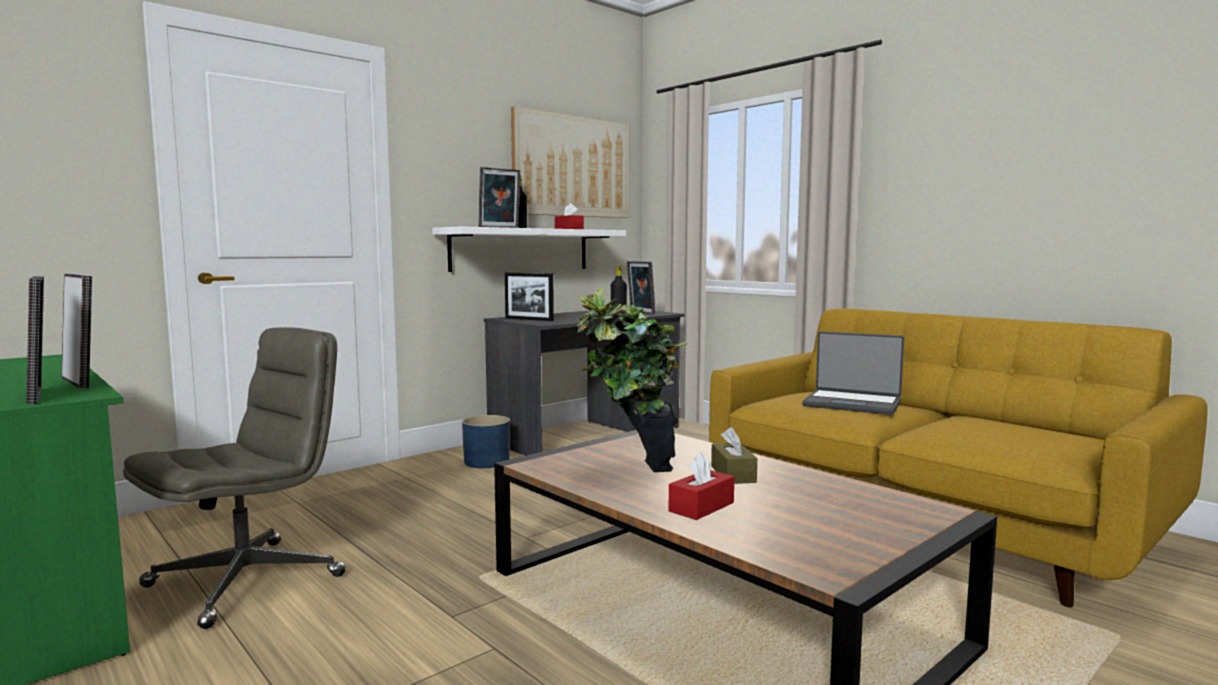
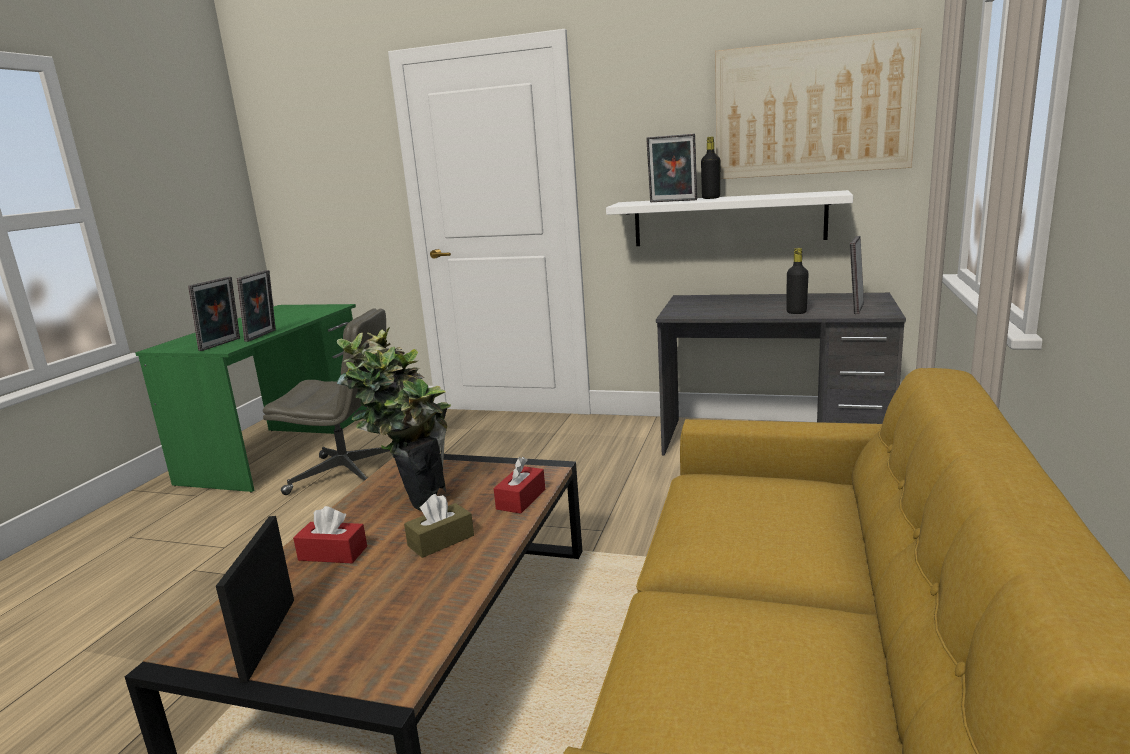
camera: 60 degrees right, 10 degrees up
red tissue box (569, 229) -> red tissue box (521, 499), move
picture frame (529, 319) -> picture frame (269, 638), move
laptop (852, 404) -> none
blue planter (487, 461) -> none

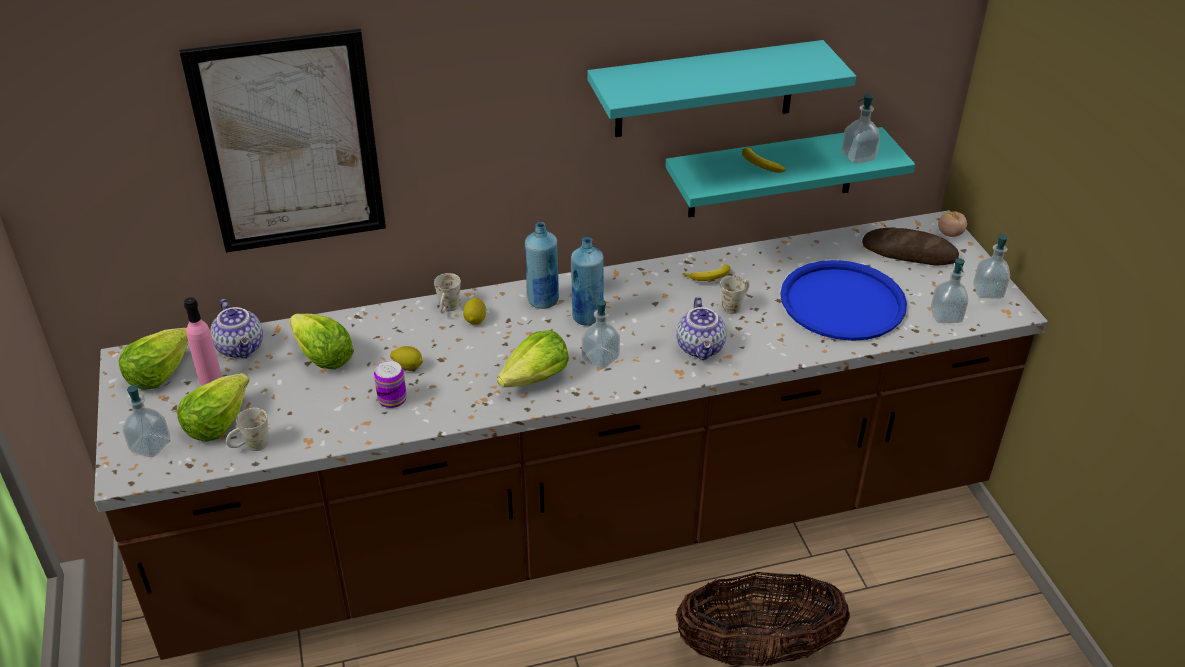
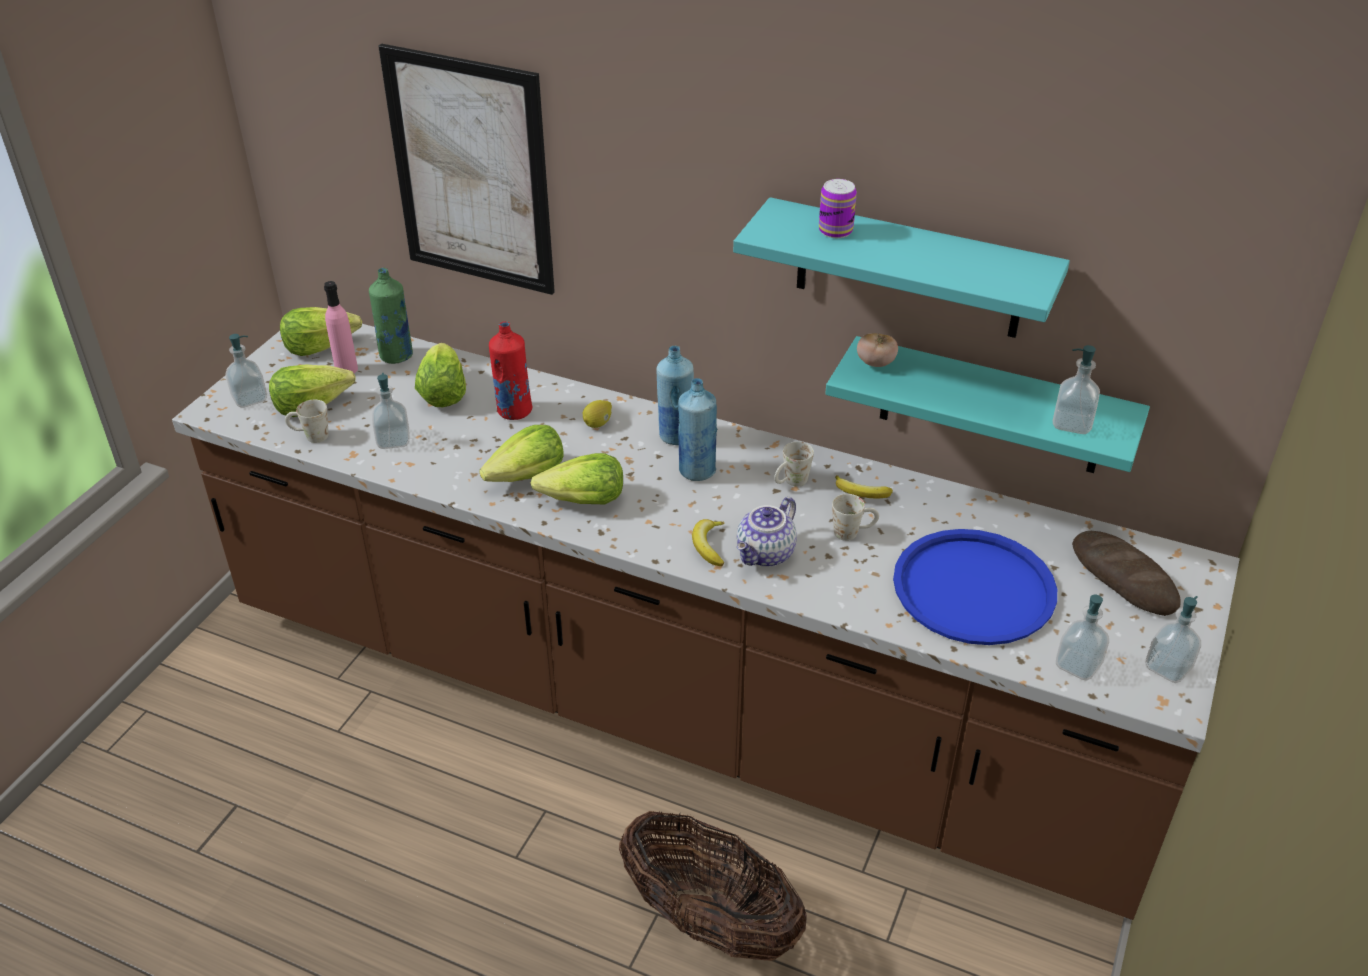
camera: 40 degrees right, 0 degrees up
banana (759, 165) -> banana (708, 546), move
tomato (950, 234) -> tomato (875, 363), move
white mug (448, 309) -> white mug (791, 483), move
teapot (241, 347) -> green bottle (396, 355)
soap dispenser (600, 358) -> soap dispenser (393, 440), move
lemon (408, 367) -> none
can (392, 399) -> can (835, 231), move
none -> red bottle (514, 411)
none -> lettuce (527, 476)

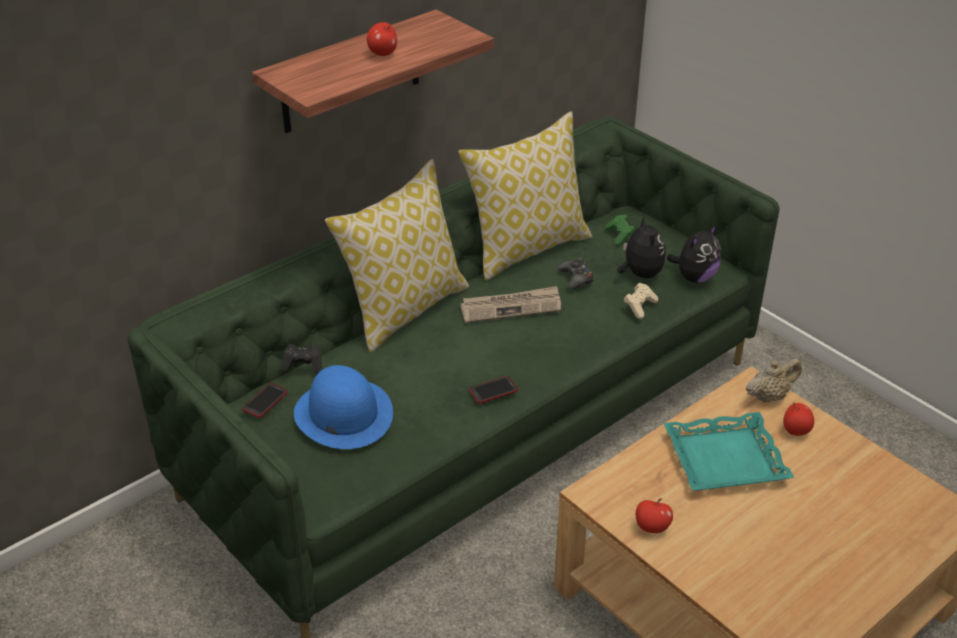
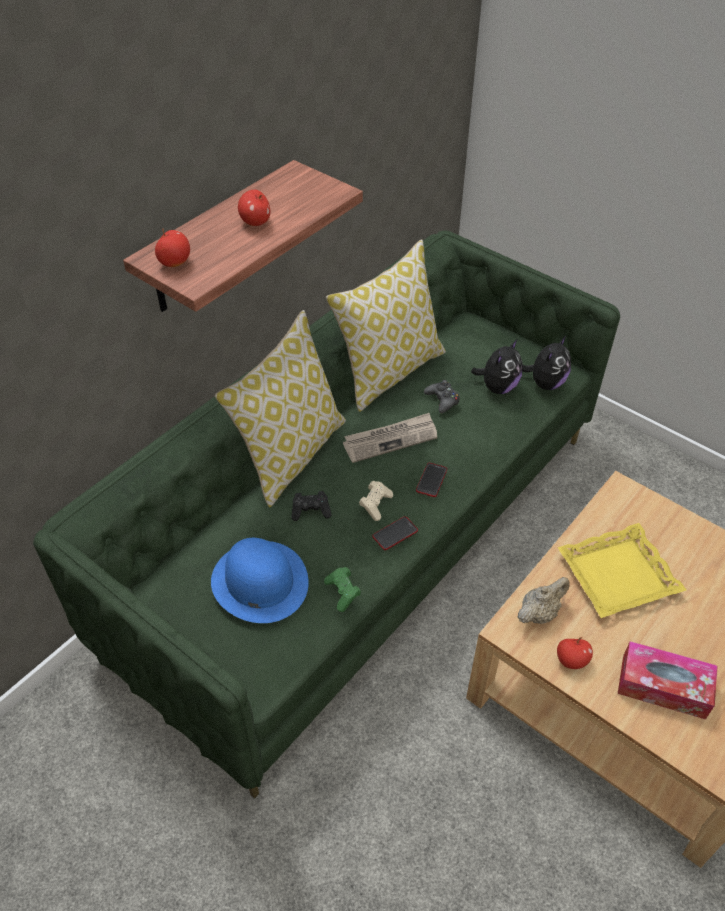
camera: 10 degrees left, 10 degrees up
green game controller (620, 236) -> green game controller (343, 593), move
plush toy (640, 274) -> plush toy (497, 387), 60 degrees clockwise
beige game controller (639, 306) -> beige game controller (375, 505), move
black game controller (303, 366) -> black game controller (311, 511), move
beige teapot (769, 396) -> beige teapot (539, 613), move
phone (265, 401) -> phone (431, 480), move
apple (796, 430) -> apple (175, 263), move
turquoise tray (725, 458) -> yellow tray (617, 574)
none -> tissue box (663, 686)

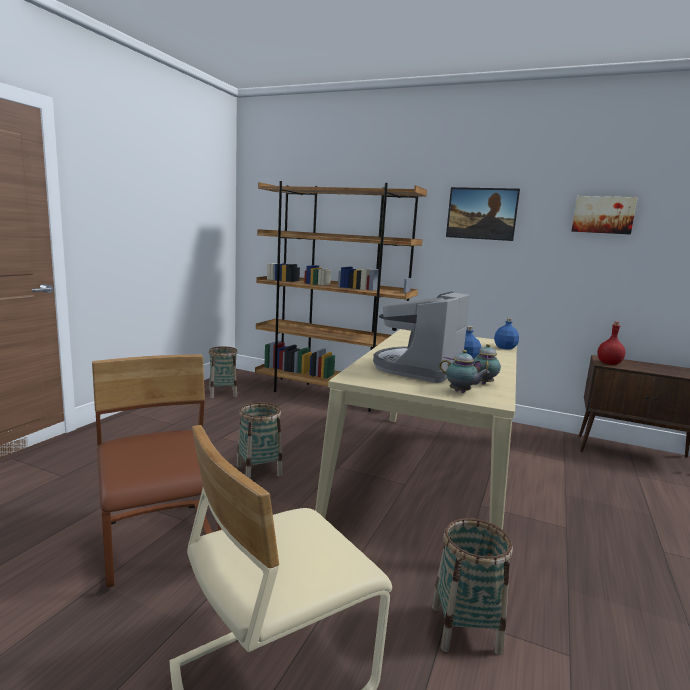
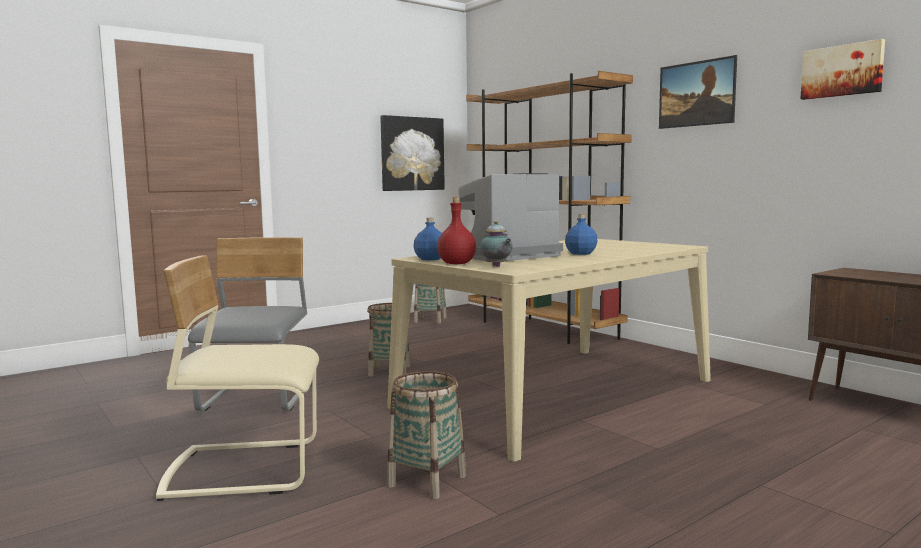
camera: 30 degrees right, 5 degrees down
blue bottle (505, 348) -> blue bottle (430, 259), move
red bottle (609, 363) -> red bottle (457, 264), move
teapot (483, 383) -> none
brown chair (161, 543) -> grey chair (259, 398)
none -> picture (412, 154)

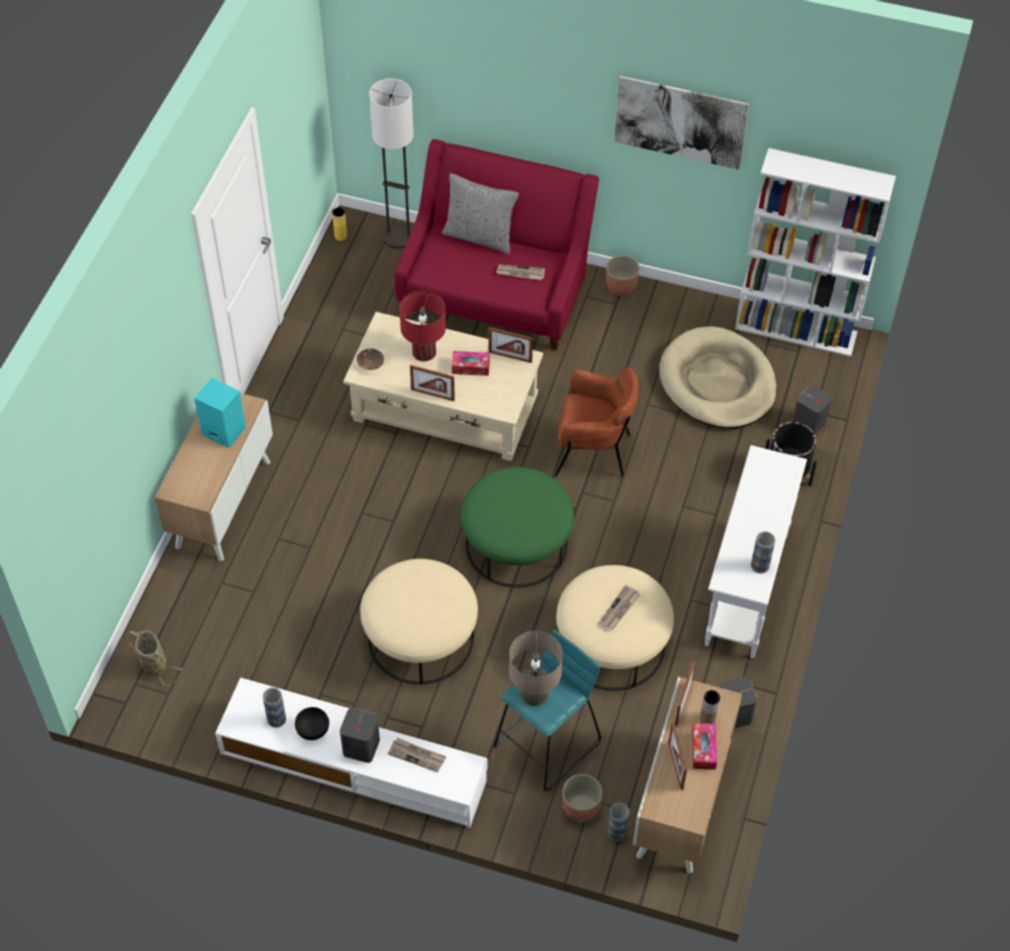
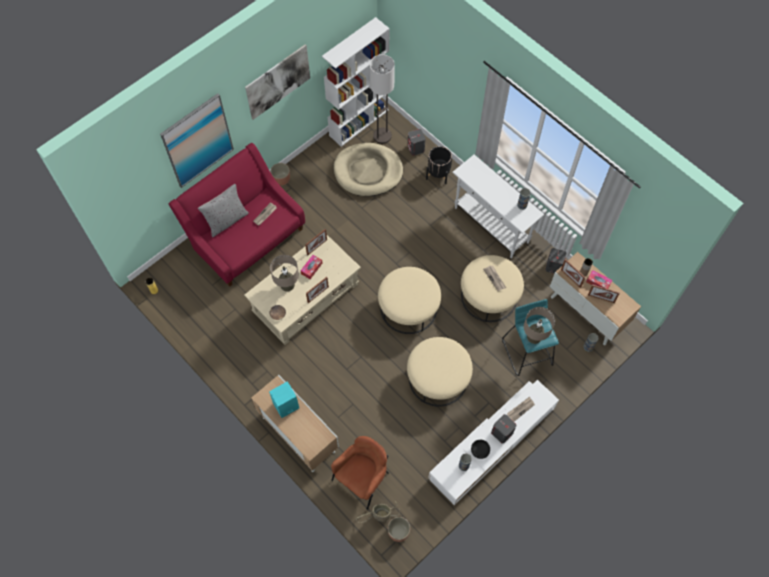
camera: 60 degrees left, 10 degrees up
floor lamp (399, 236) -> floor lamp (382, 135), move
red table lamp (424, 352) -> beige table lamp (287, 285)
brown armchair (593, 451) -> brown armchair (362, 478), move
green ottoman (516, 544) -> beige ottoman (409, 308)
planter (580, 807) -> planter (398, 532), move
none -> picture (198, 141)

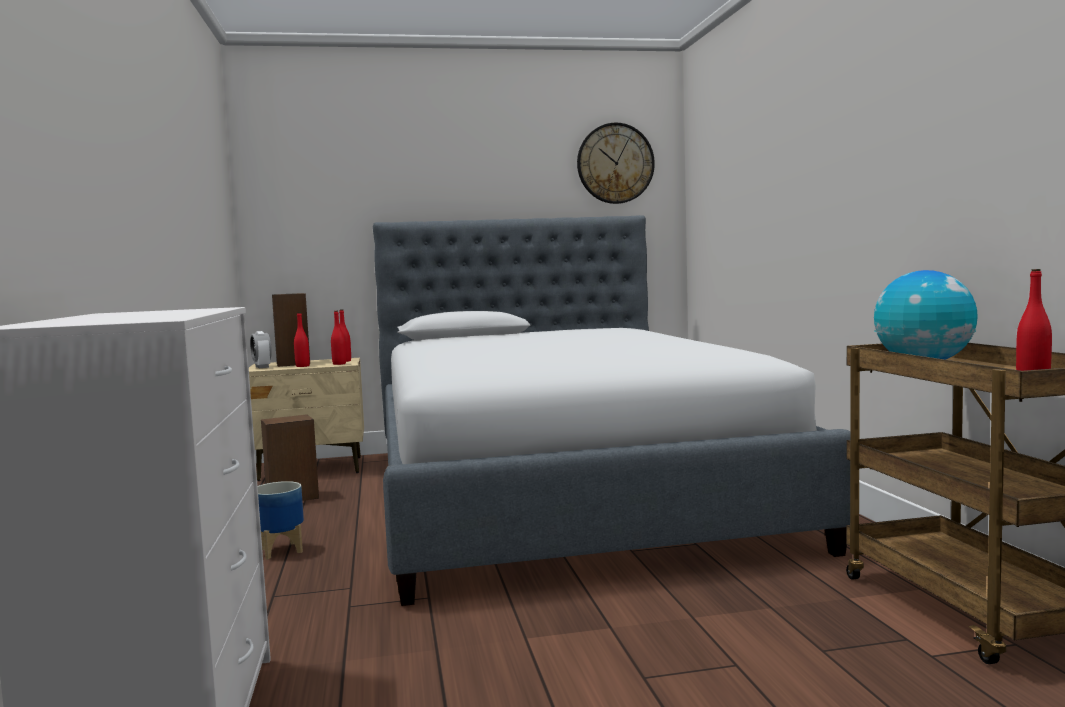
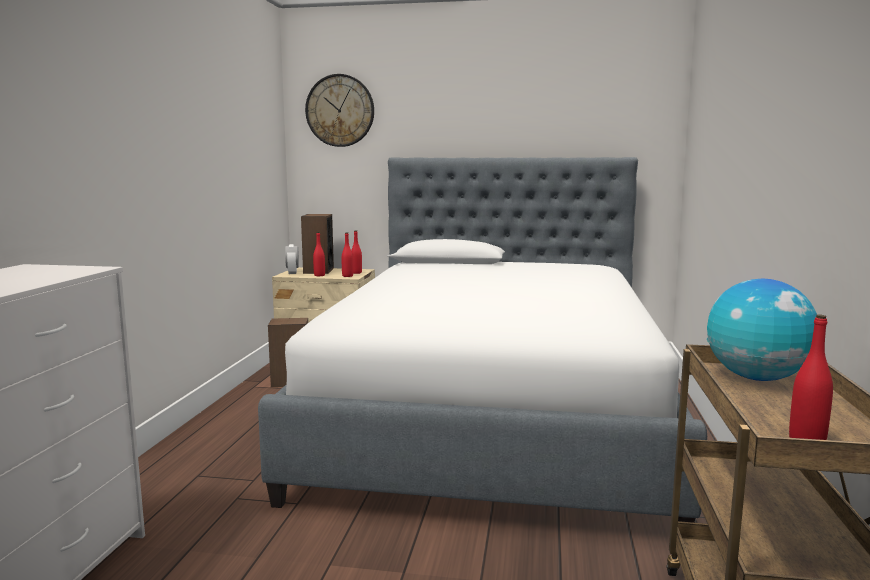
camera: 20 degrees right, 5 degrees up
wall clock (615, 163) -> wall clock (340, 110), move
planter (280, 551) -> none

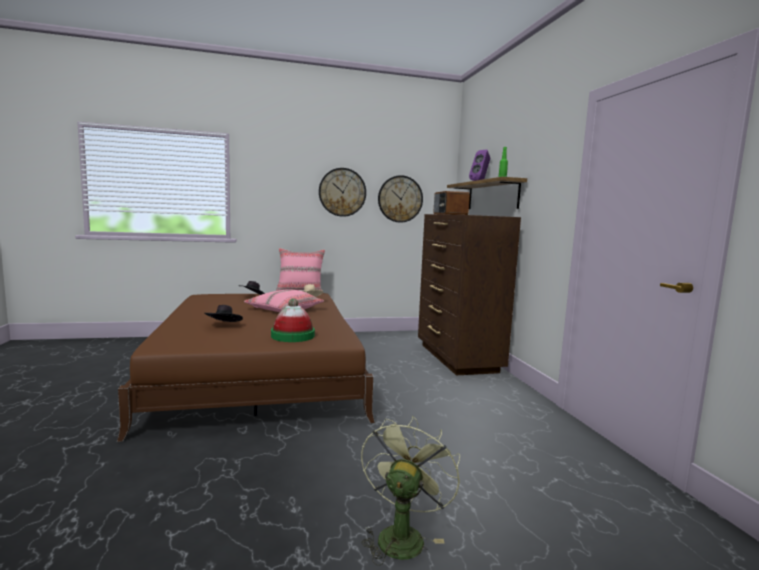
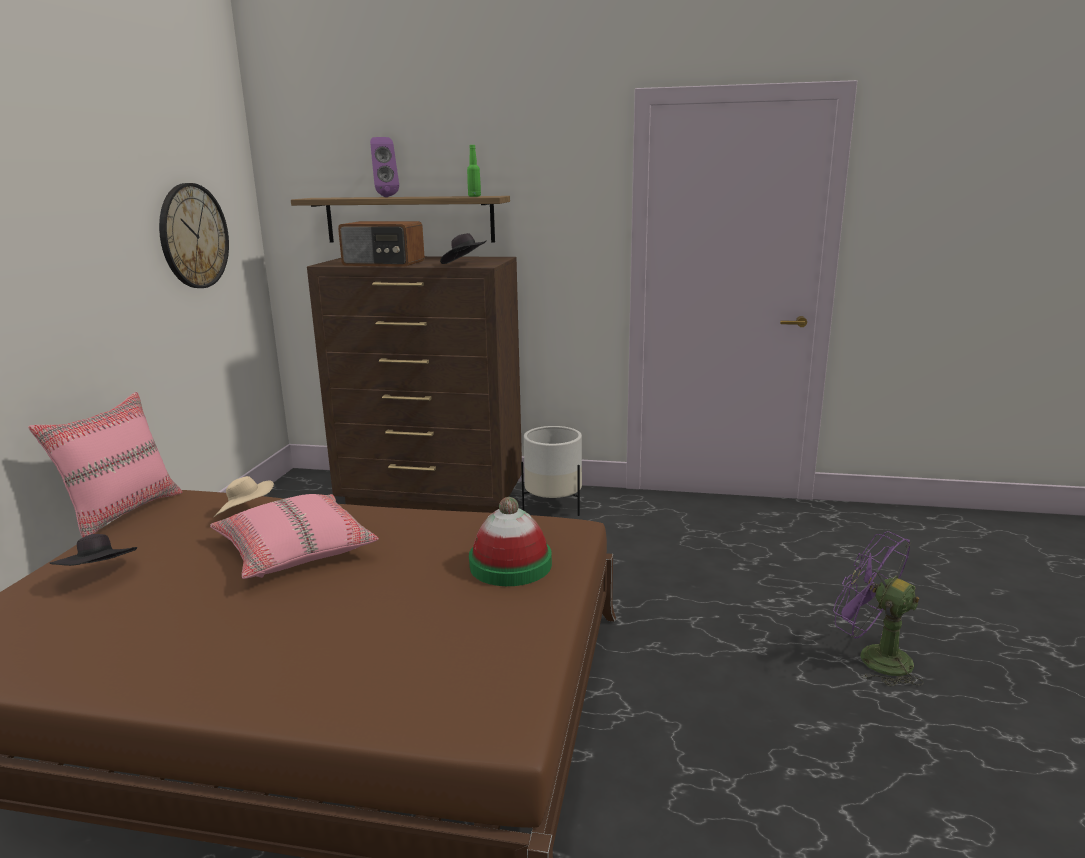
camera: 65 degrees left, 10 degrees up
wall clock (342, 192) -> none
black hat (224, 325) -> black hat (464, 264), move
green fan (402, 534) -> purple fan (873, 657)
none -> white planter (553, 507)

